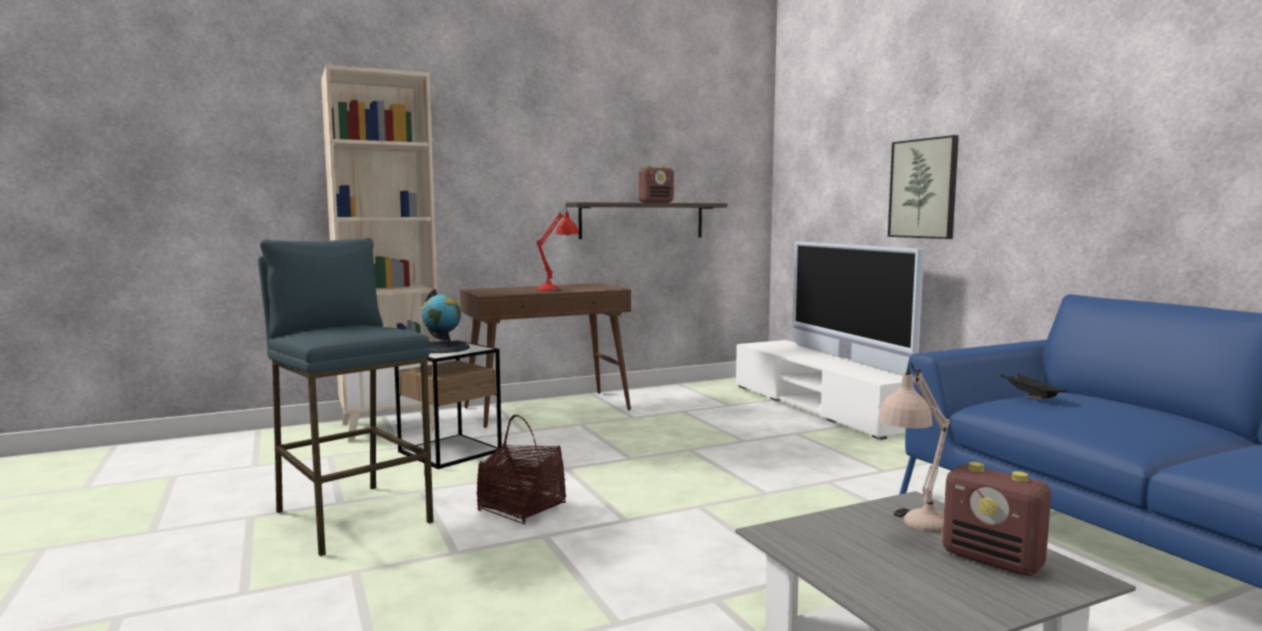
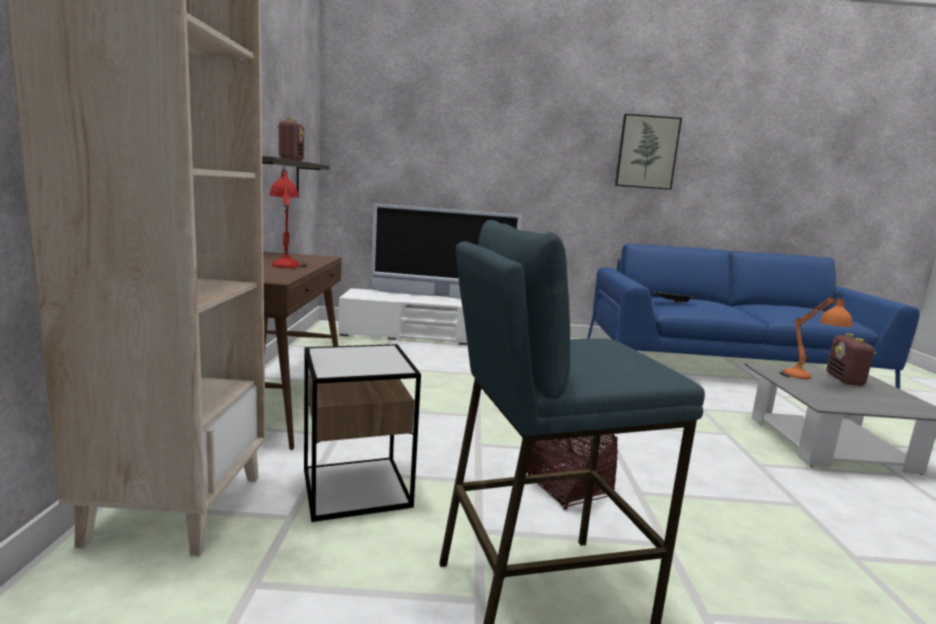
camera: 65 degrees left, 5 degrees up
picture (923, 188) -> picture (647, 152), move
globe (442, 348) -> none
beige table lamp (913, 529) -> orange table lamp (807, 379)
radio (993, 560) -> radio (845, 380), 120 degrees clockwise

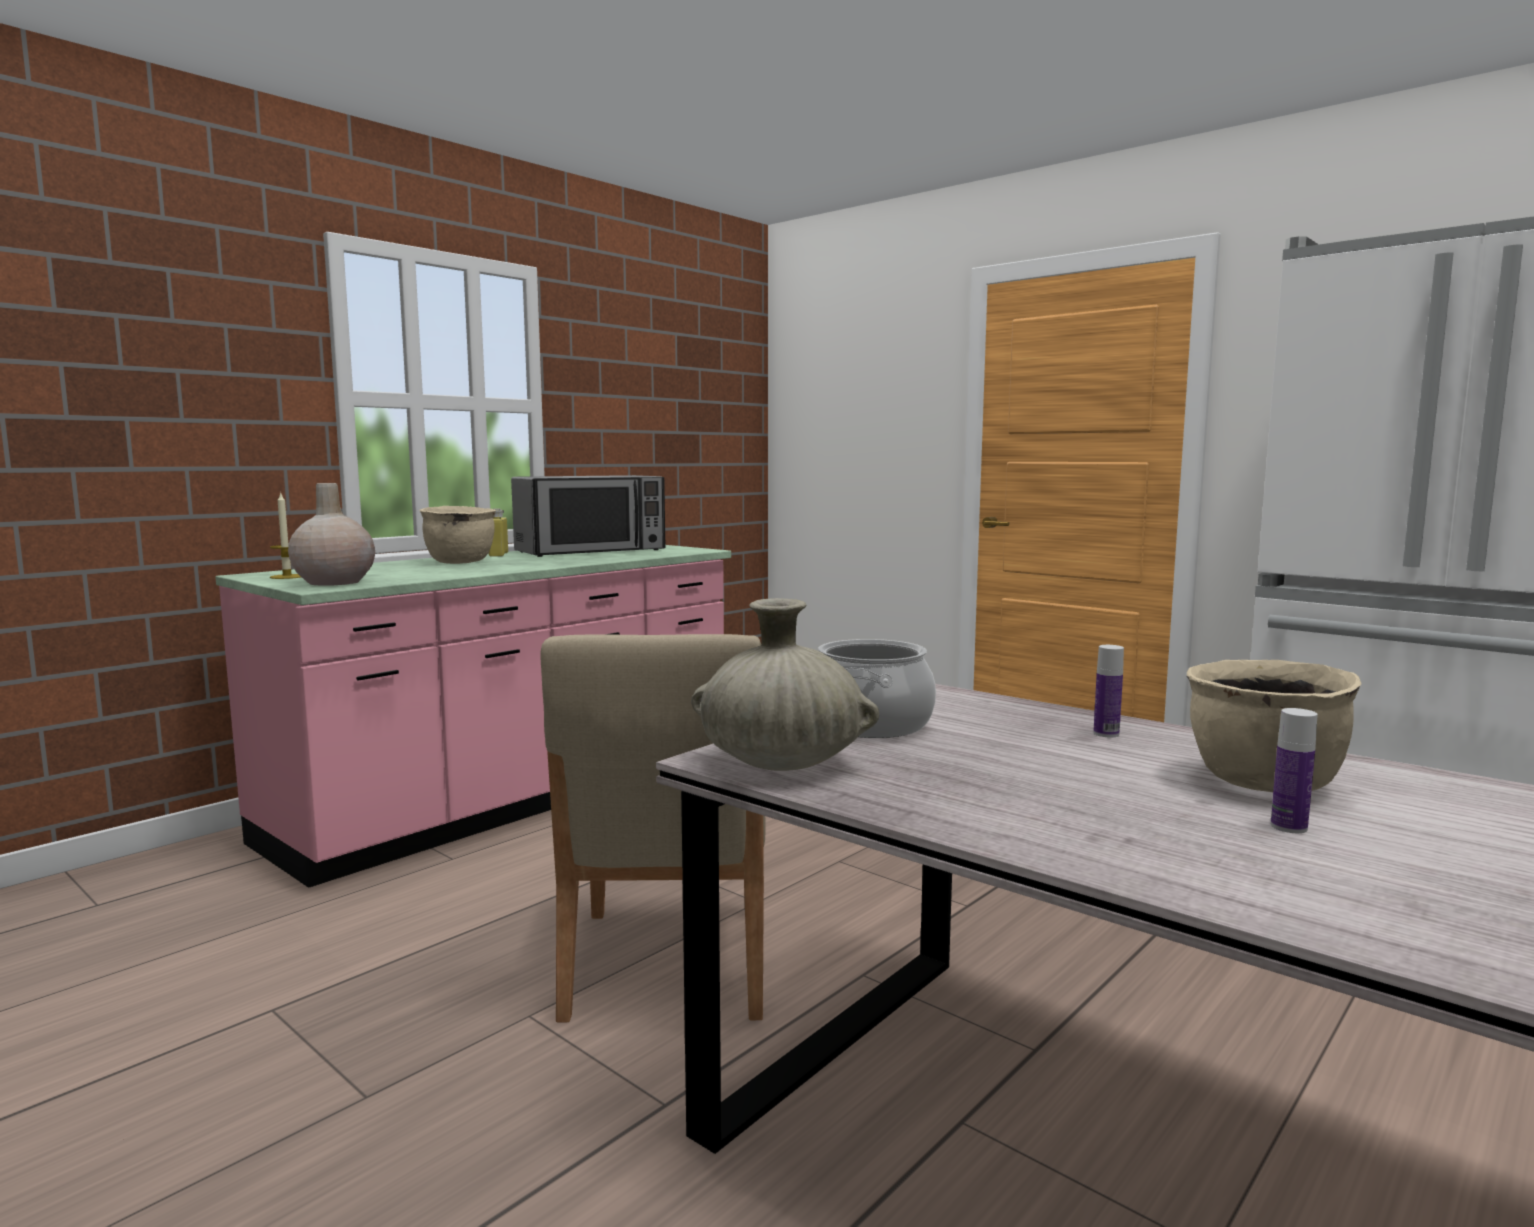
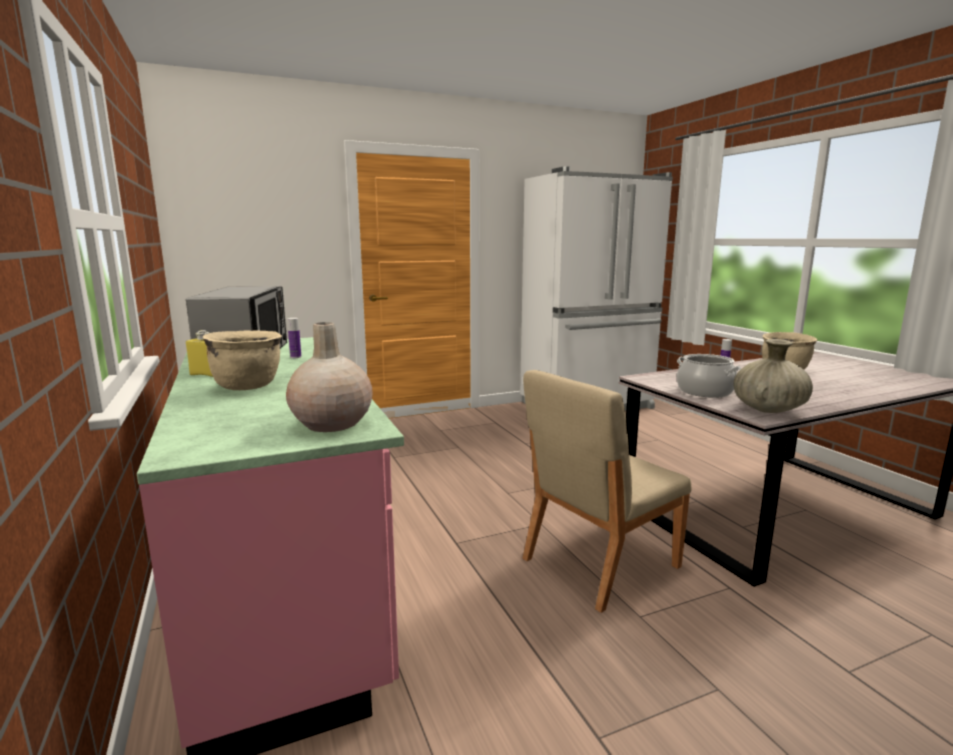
camera: 65 degrees left, 5 degrees up
candle (287, 577) -> none
beige chair (666, 964) -> beige chair (598, 563), 120 degrees clockwise
bottle (1288, 827) -> bottle (295, 357), move

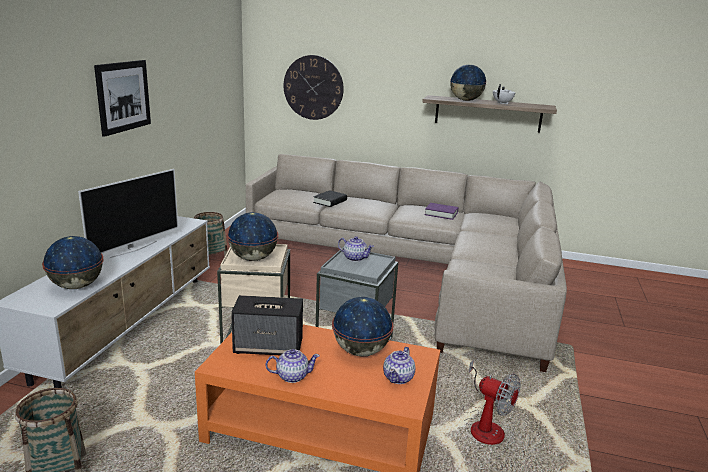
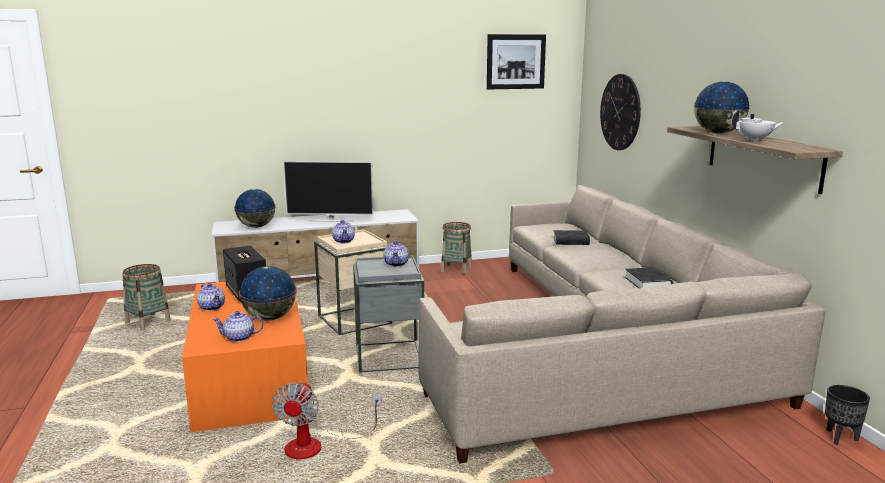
camera: 60 degrees right, 5 degrees down
picture (123, 96) -> picture (515, 61), move
purple book (441, 214) -> black book (647, 283)
globe (253, 258) -> teapot (344, 241)
none -> black planter (841, 438)

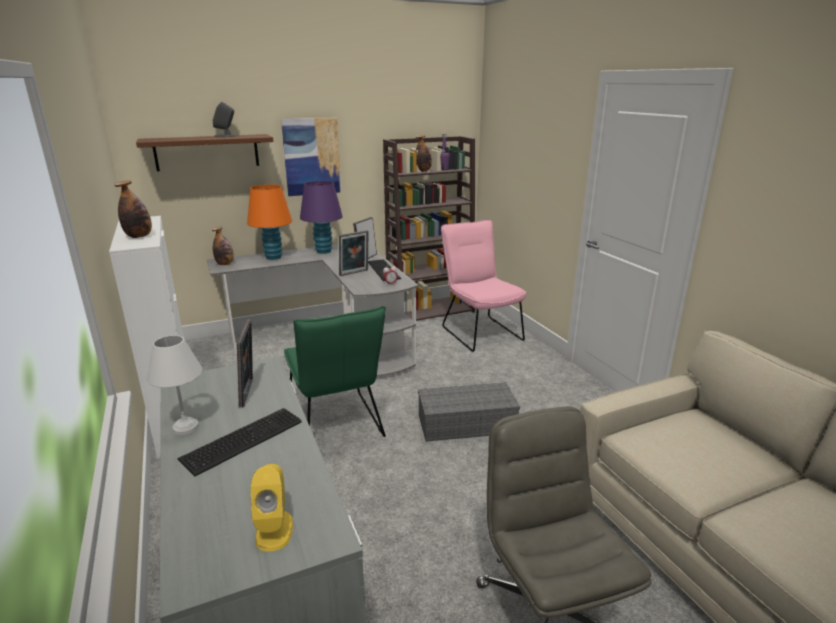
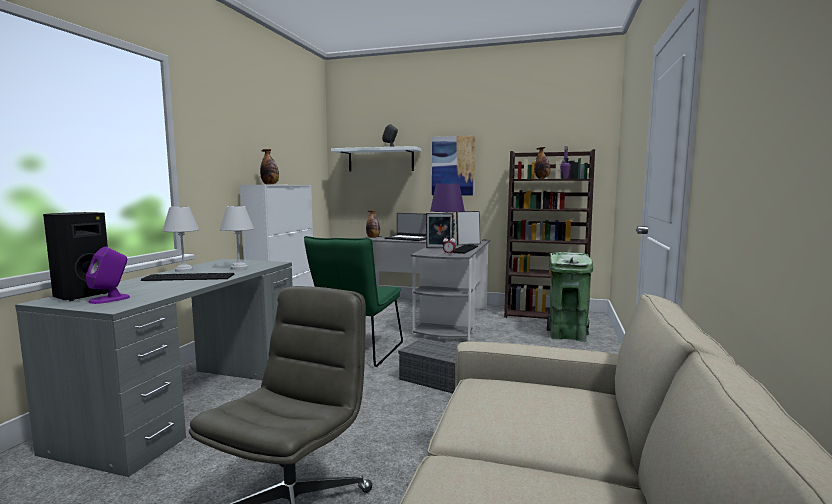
camera: 40 degrees right, 15 degrees down
brown shelf (207, 152) -> white shelf (380, 160)
orange table lamp (273, 257) -> laptop (408, 238)
pink chair (479, 331) -> green trash can (567, 335)
picture frame (249, 393) -> white table lamp (239, 268)
yellow speaker (274, 530) -> purple speaker (110, 299)
none -> black speaker (81, 296)

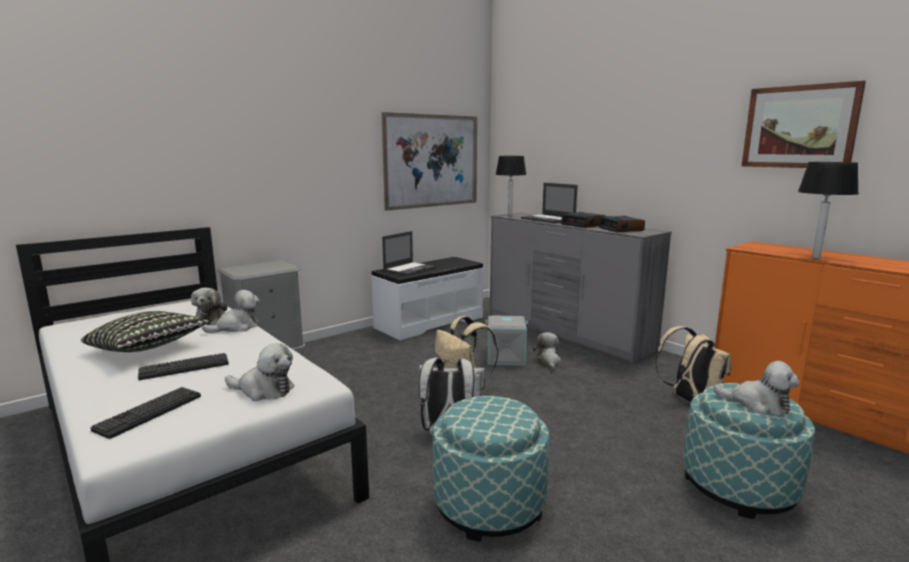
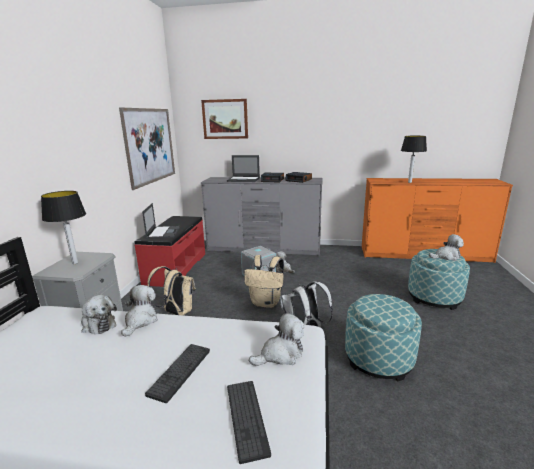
camera: 40 degrees left, 5 degrees up
picture (799, 127) -> picture (225, 119), move
table lamp (510, 215) -> table lamp (75, 263), move
white bench (429, 322) -> red bench (175, 268)
pillow (147, 348) -> none
beige backpack (690, 401) -> beige backpack (176, 313), move

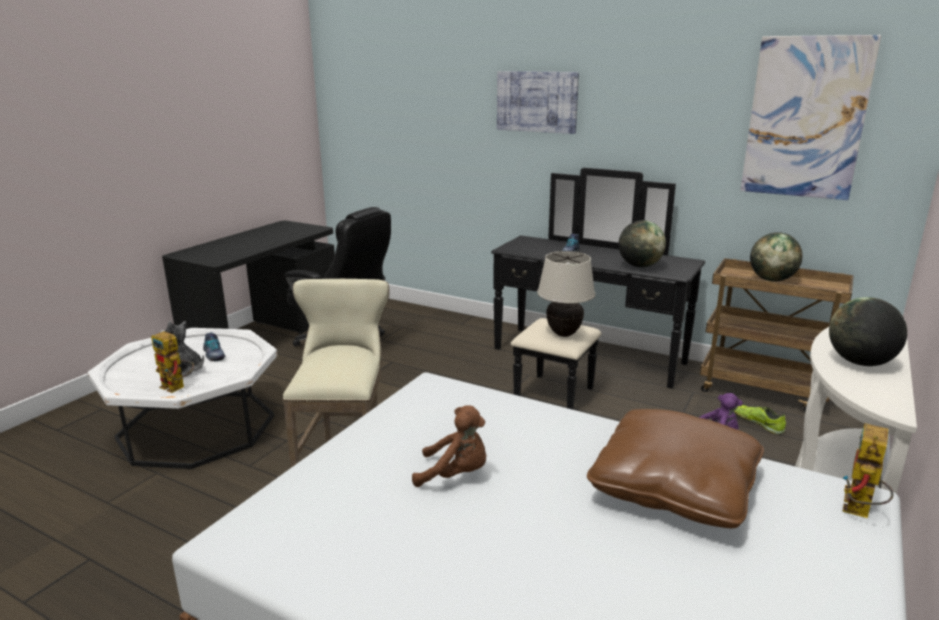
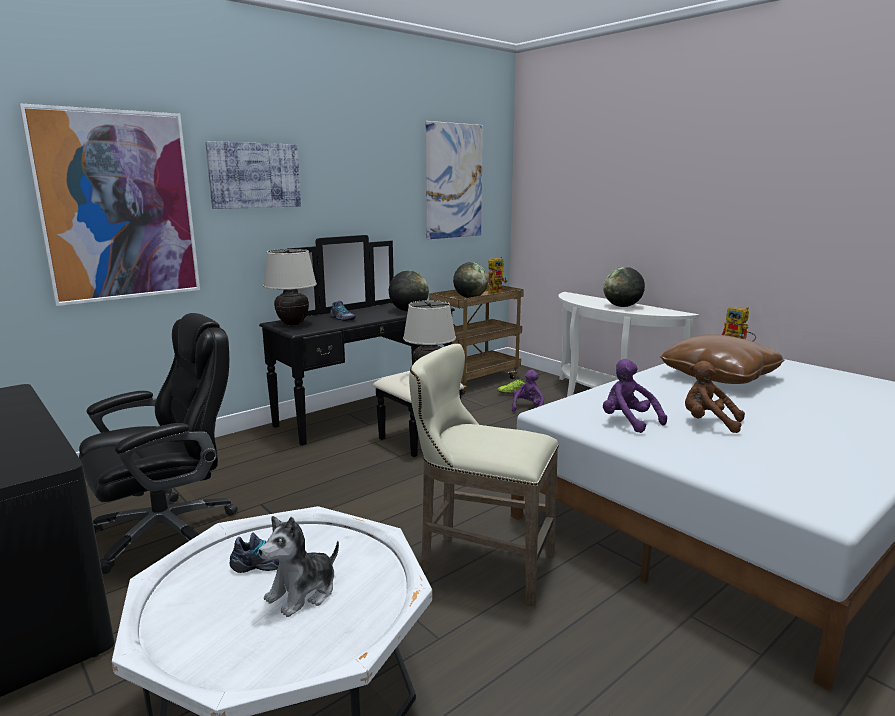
camera: 70 degrees left, 5 degrees down
toy robot (177, 387) -> toy robot (497, 292), move
brown plush toy (455, 475) -> brown plush toy (708, 423), 90 degrees counterclockwise
none -> picture (118, 206)
none -> beige table lamp (293, 324)
none -> purple plush toy (628, 421)

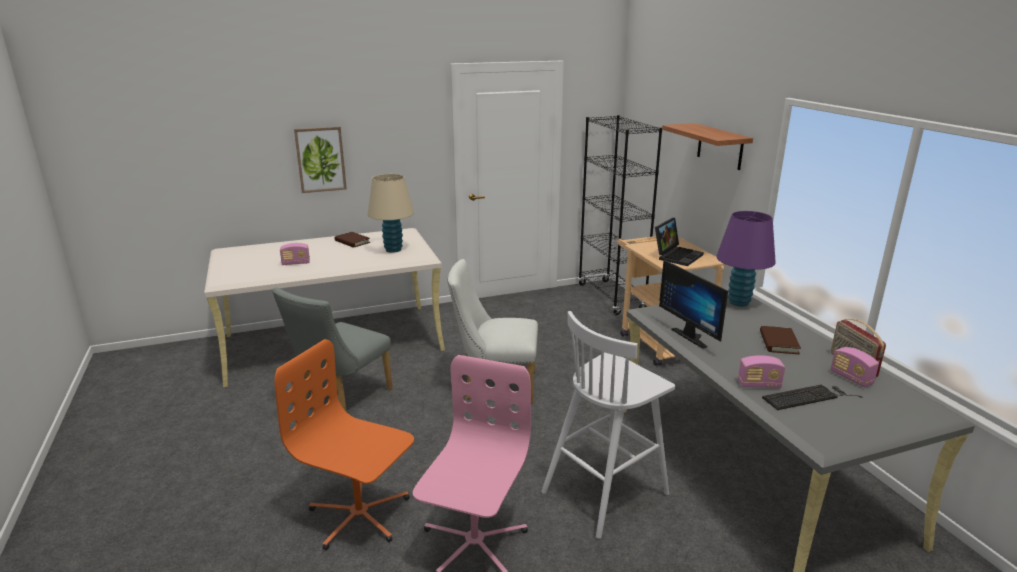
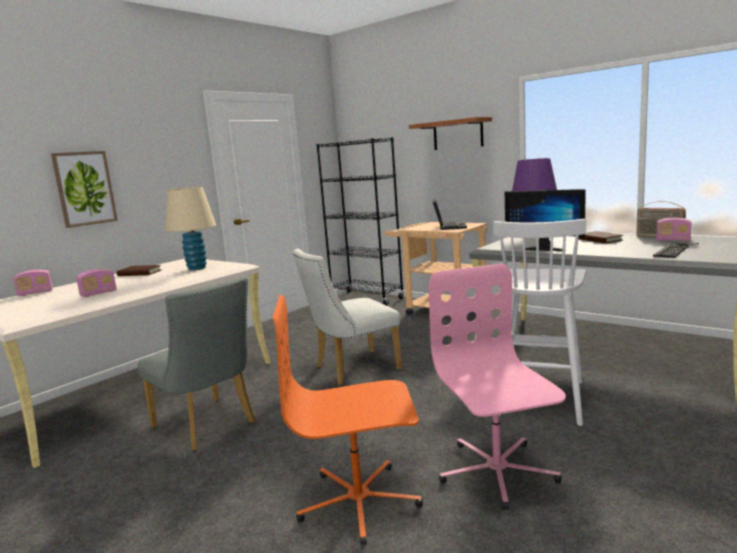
camera: 30 degrees left, 10 degrees down
grey chair (341, 399) -> grey chair (208, 427), 45 degrees counterclockwise
radio (759, 385) -> radio (35, 293), move

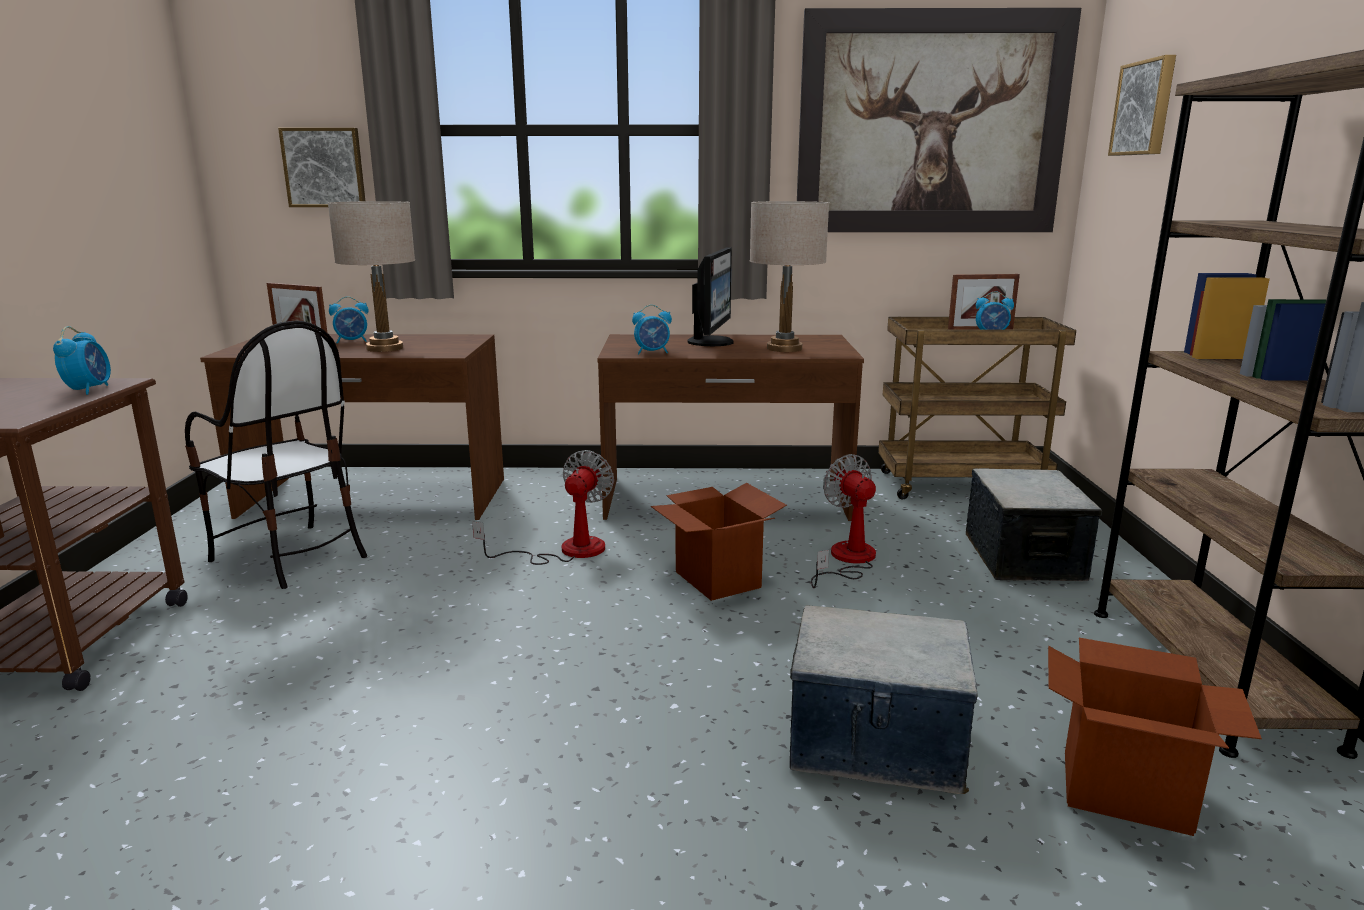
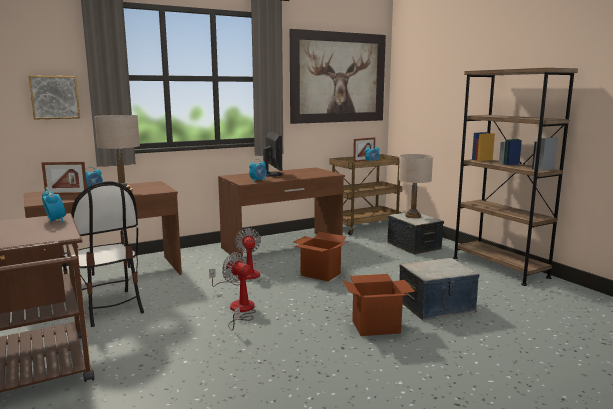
camera: 30 degrees left, 5 degrees down
picture (1145, 108) -> none
beige table lamp (784, 348) -> beige table lamp (413, 216), move
chair (290, 557) -> chair (106, 308), 45 degrees clockwise
fan (847, 560) -> fan (241, 311), move
cardboard box (1126, 792) -> cardboard box (376, 327), move

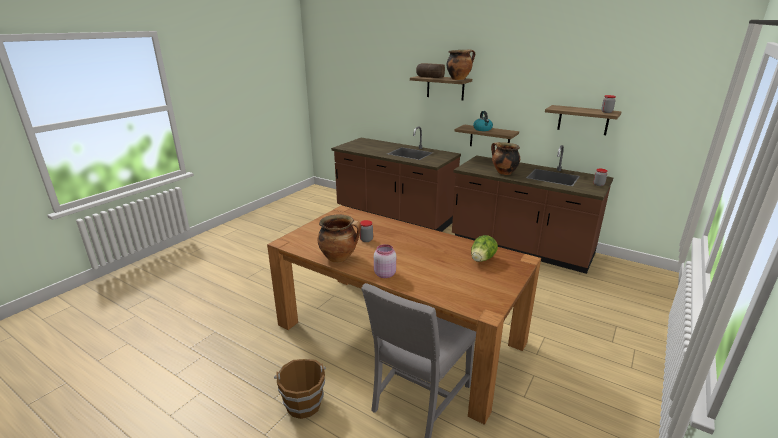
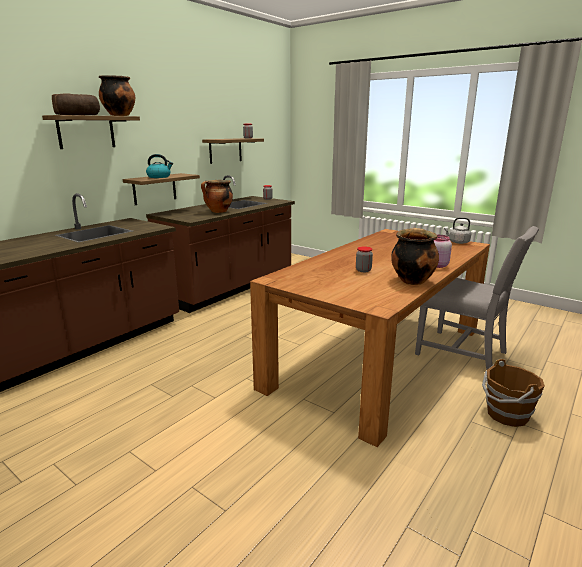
camera: 85 degrees left, 5 degrees down
lettuce (482, 259) -> none
none -> grey kettle (457, 242)

